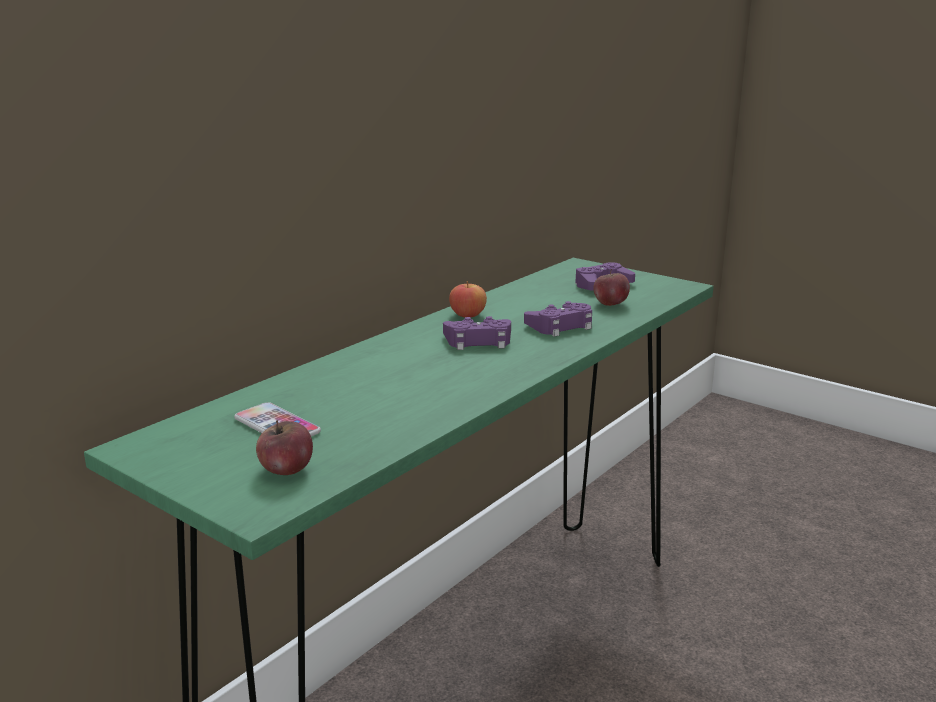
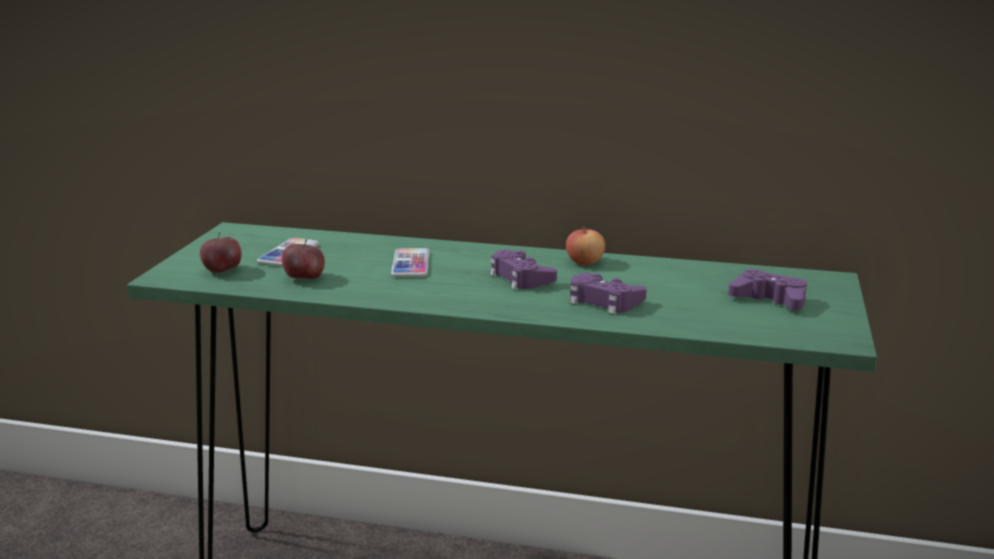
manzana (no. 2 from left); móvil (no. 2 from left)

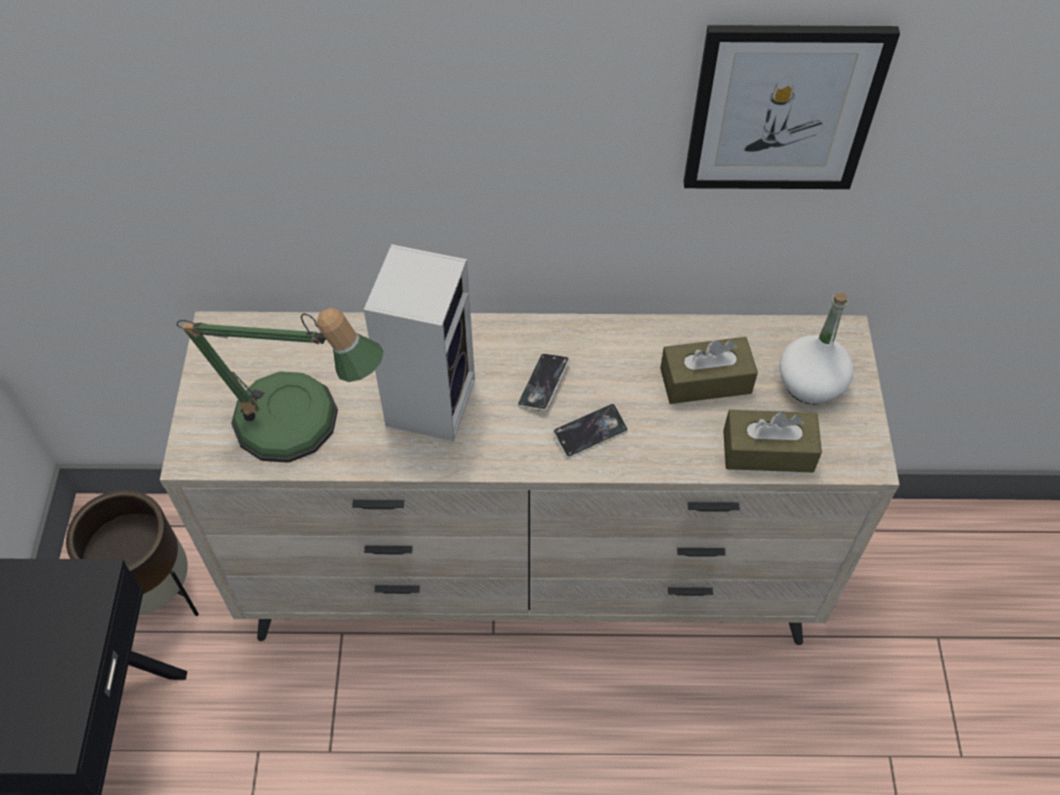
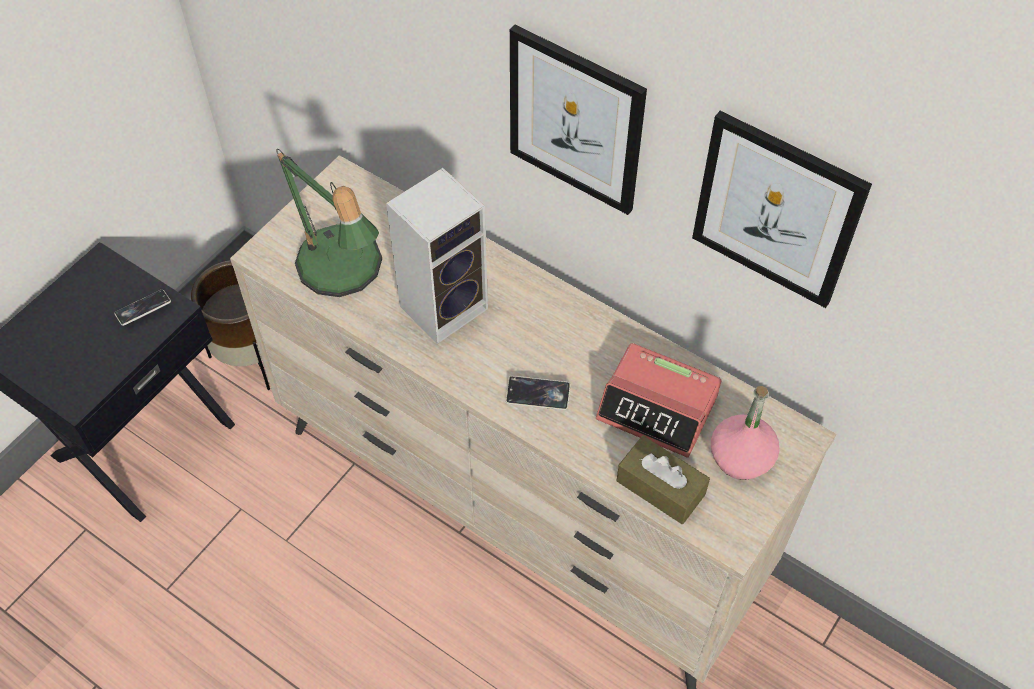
móvil (no. 1 from left); cuadro (no. 1 from left); despertador; botella [rosa]

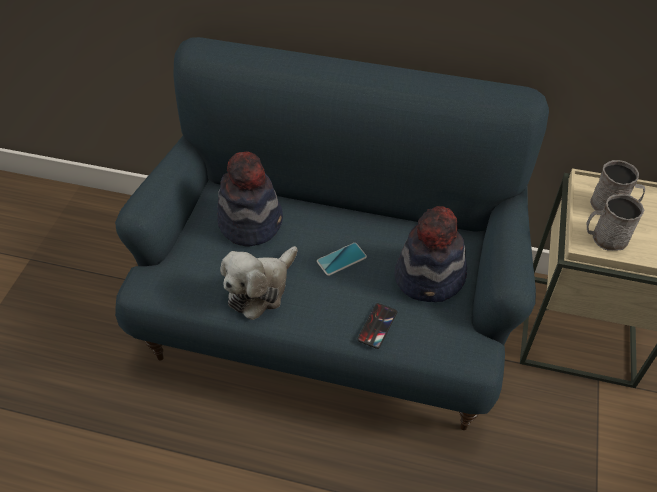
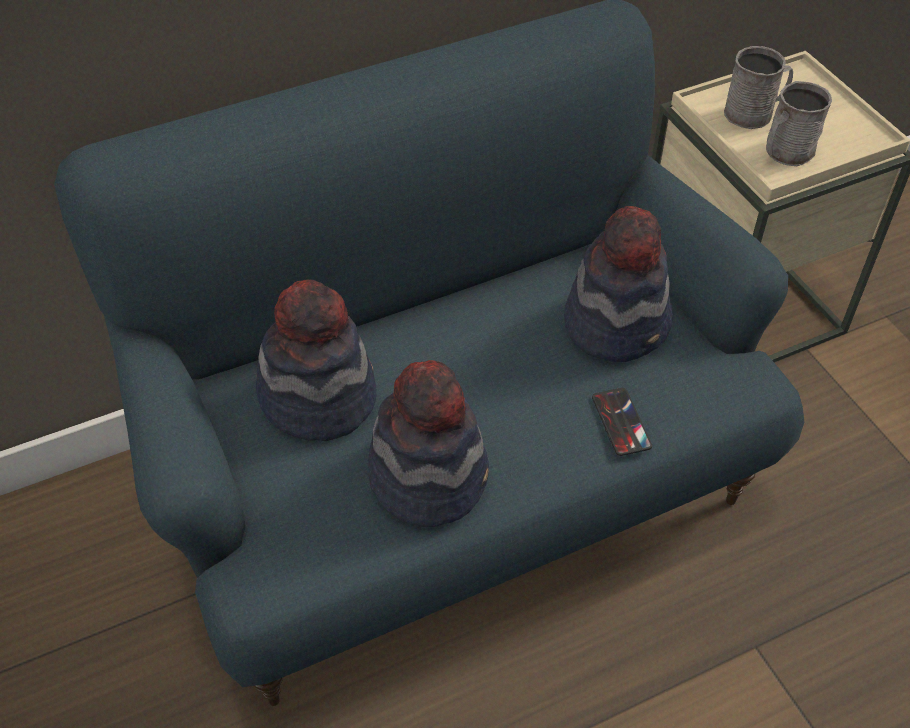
sombrero (no. 2 from left); móvil (no. 1 from left in the first image)

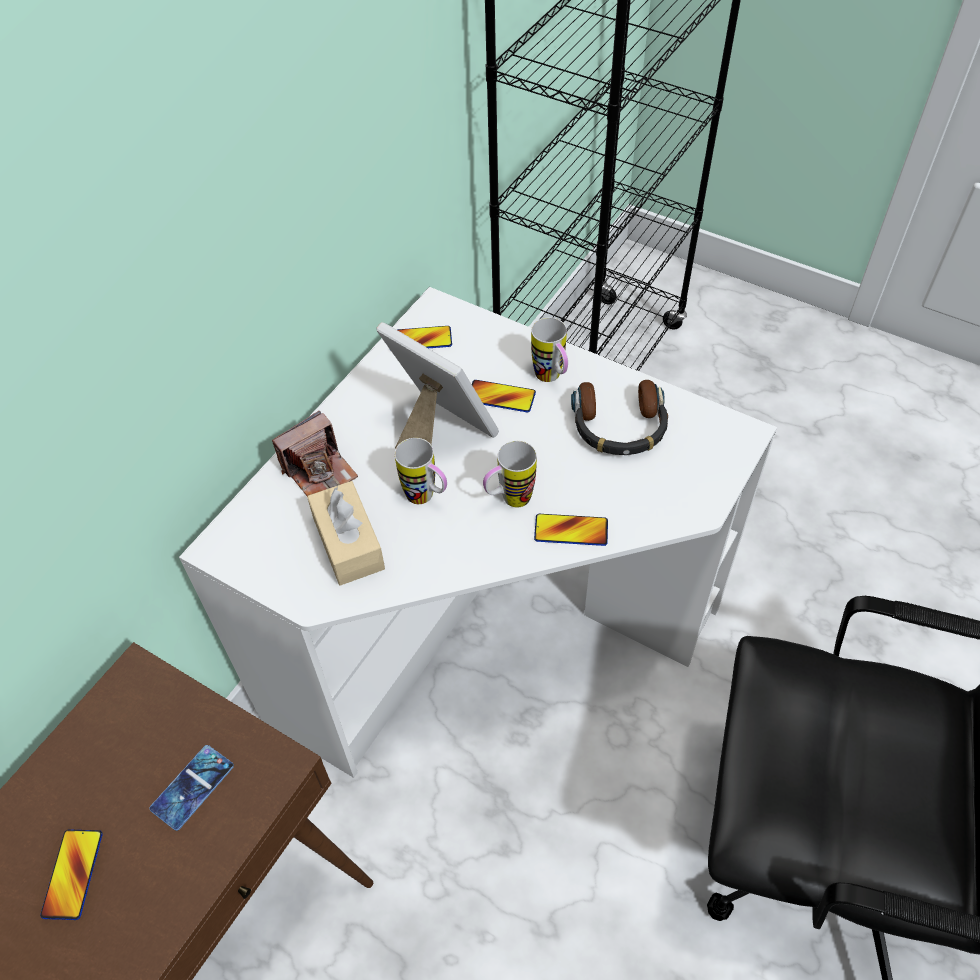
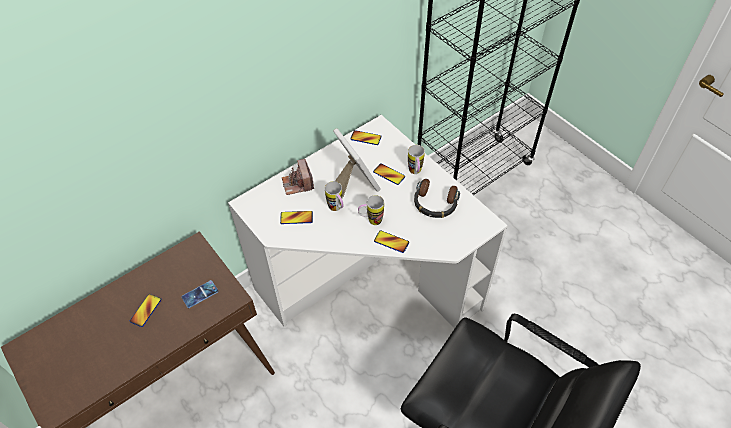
móvil (no. 3 from left); cámara

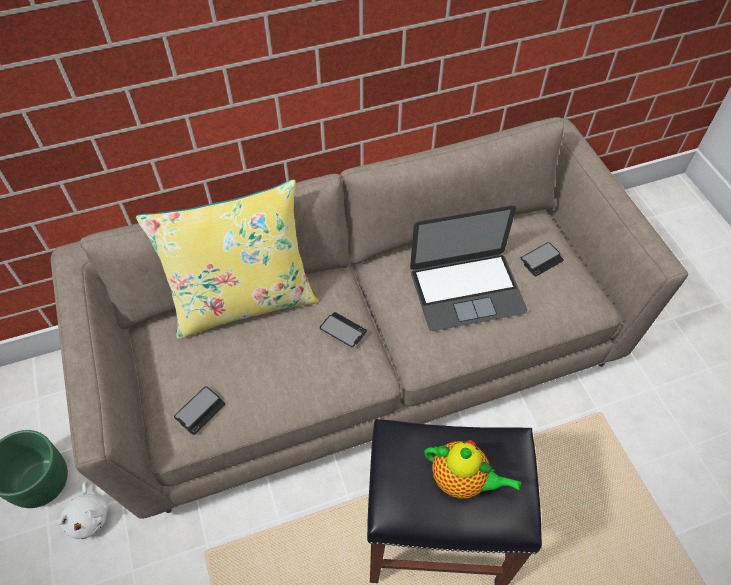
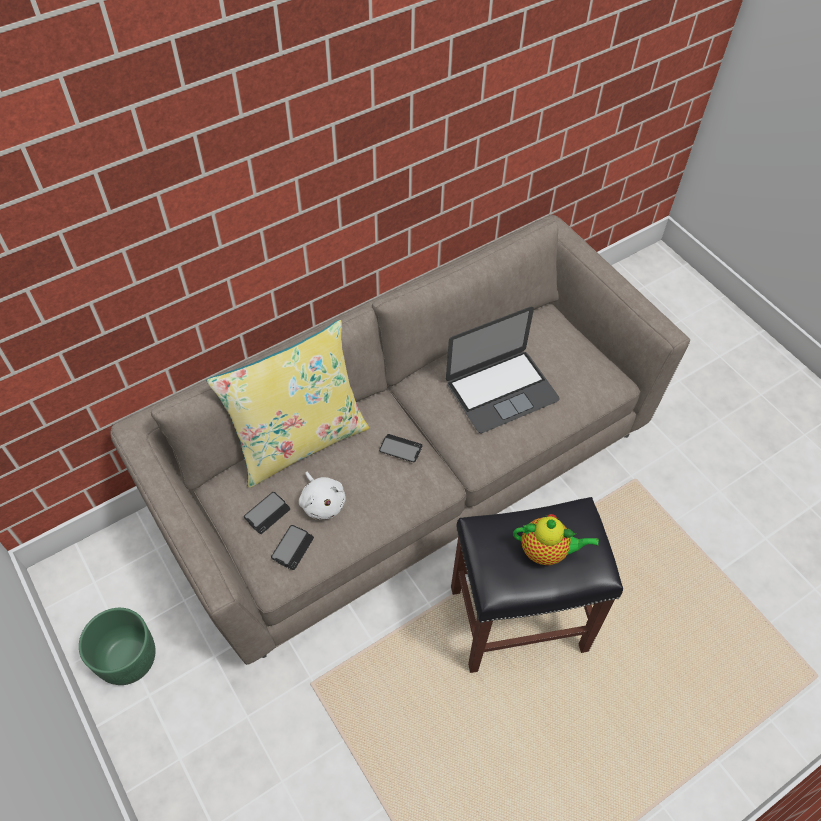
móvil (no. 1 from left); peluche [blanco]

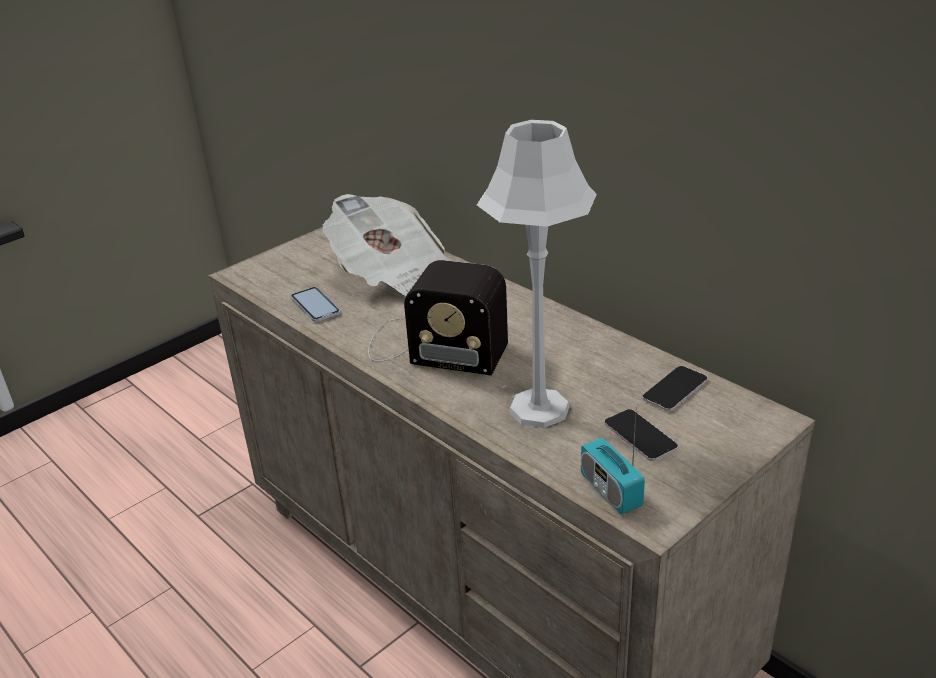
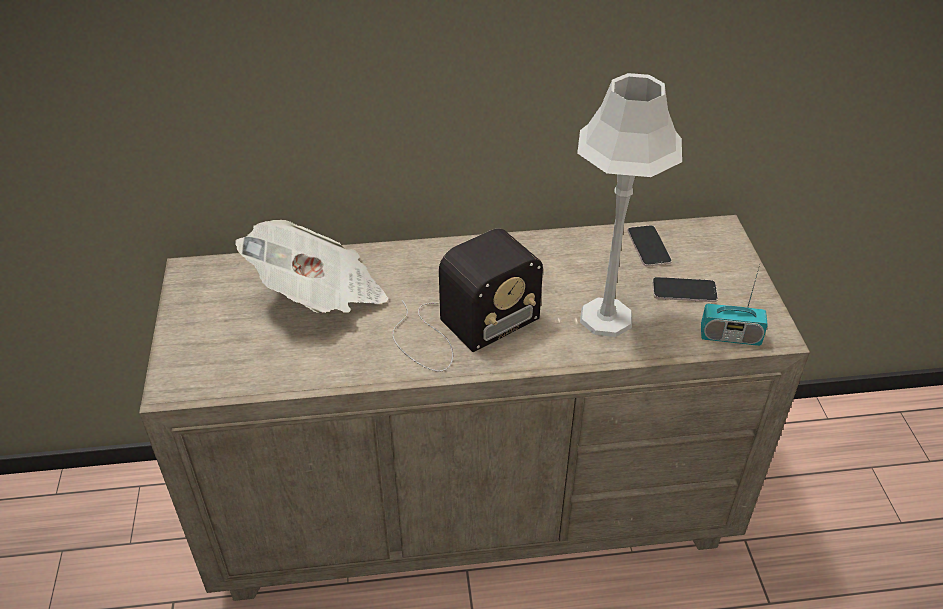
móvil (no. 1 from left in the first image)

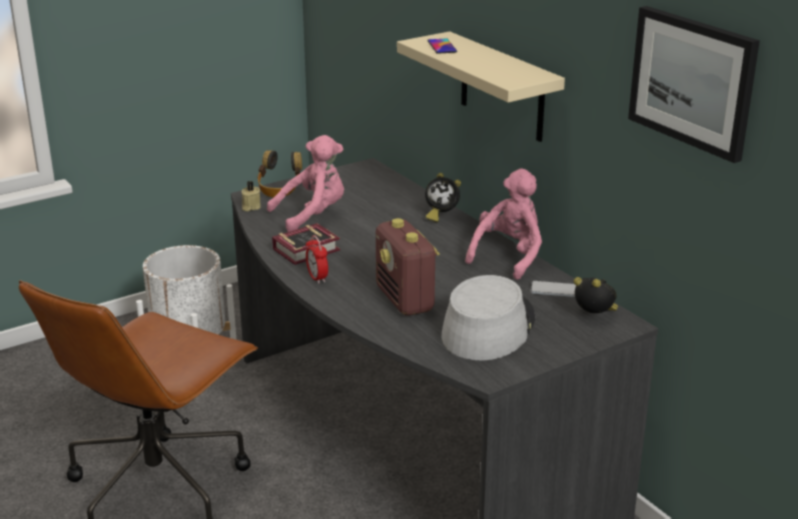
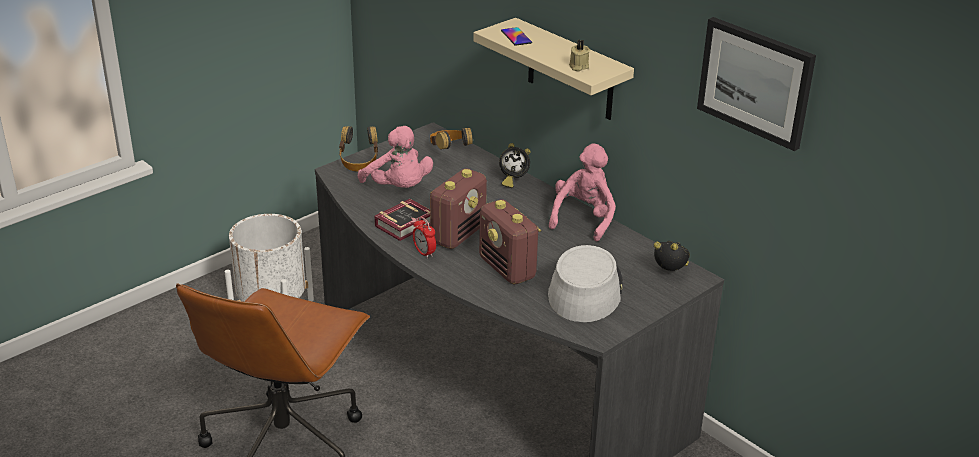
peluche [rosa] (no. 1 from left); auriculares (no. 2 from left); radio (no. 1 from left); vela [beis]; móvil (no. 2 from left in the first image)

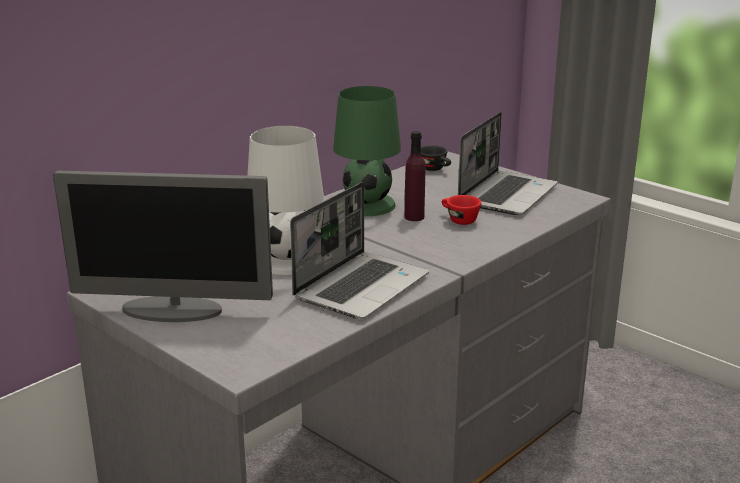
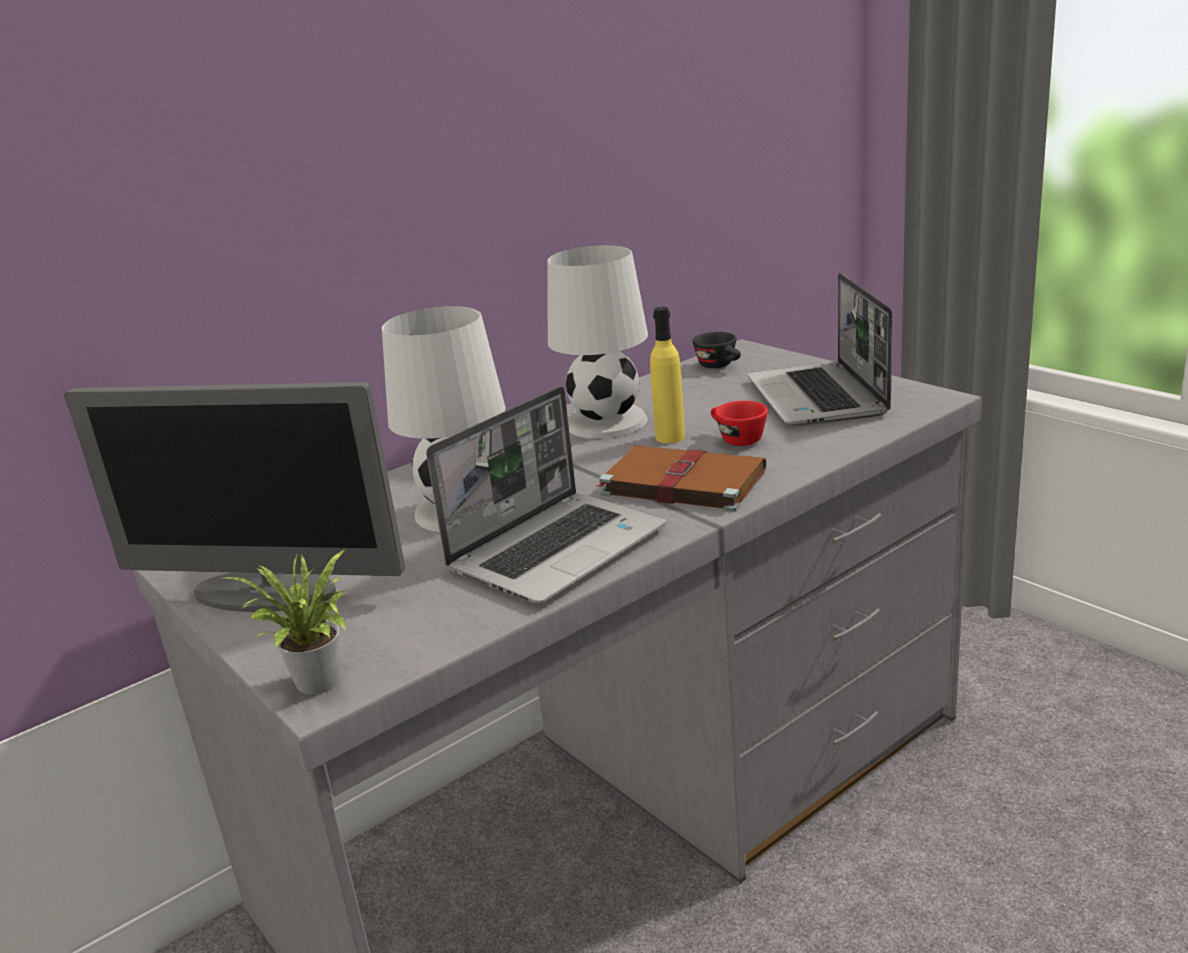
planta en maceta; lámpara de mesa [blanco] (no. 2 from left); libro [marrón]; botella [amarillo]; portátil (no. 2 from left)

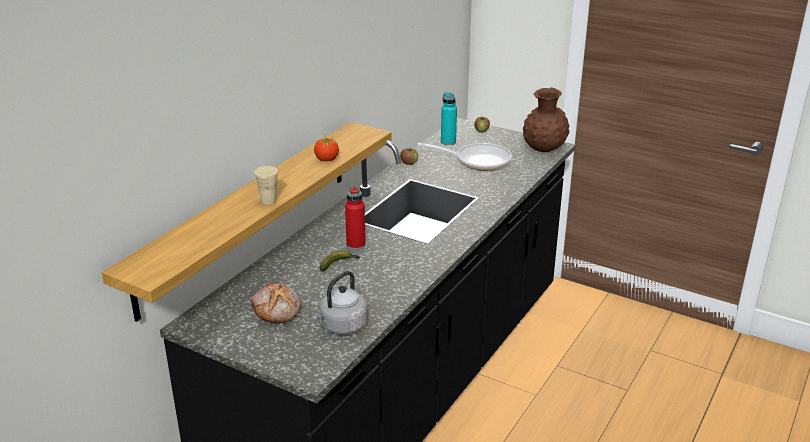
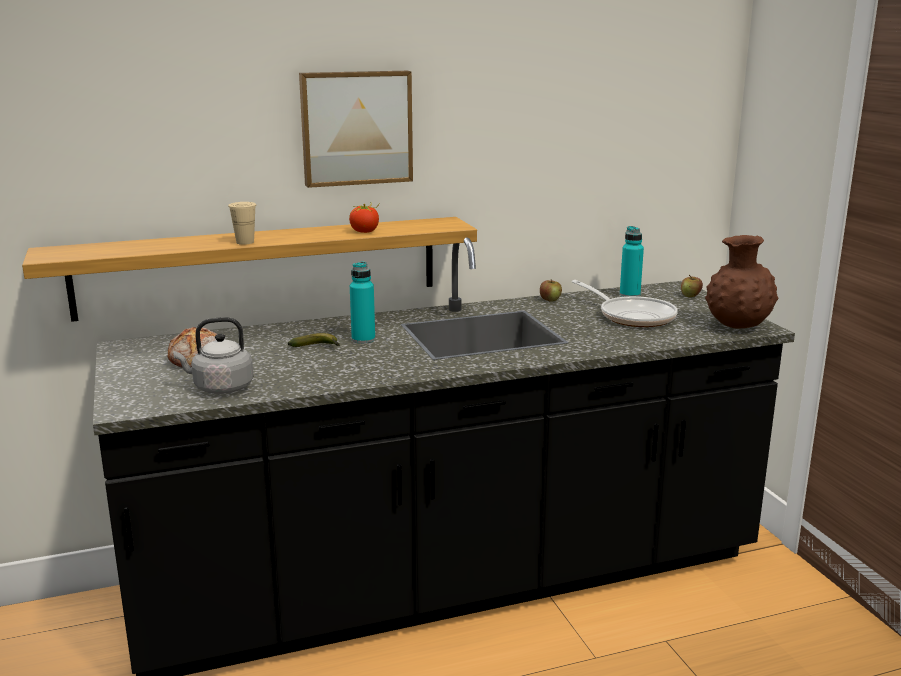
cuadro; botella [turquesa] (no. 1 from left)

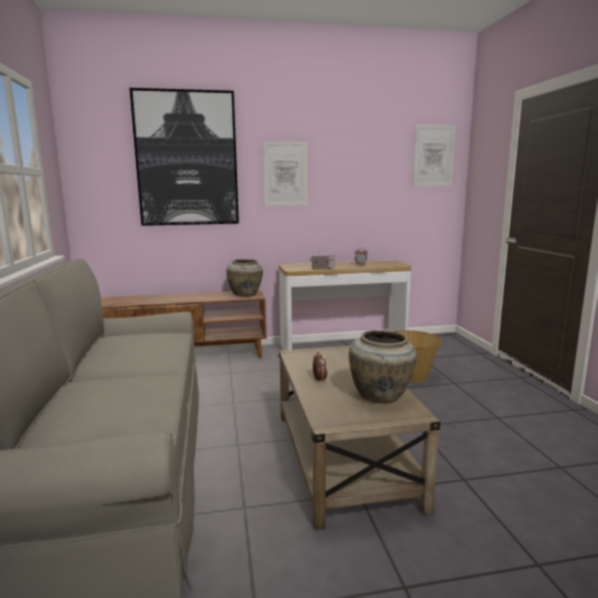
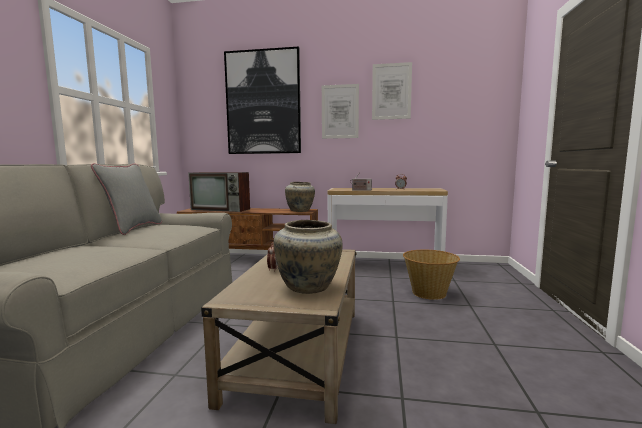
cojín [gris]; televisor; cuadro (no. 3 from left)

